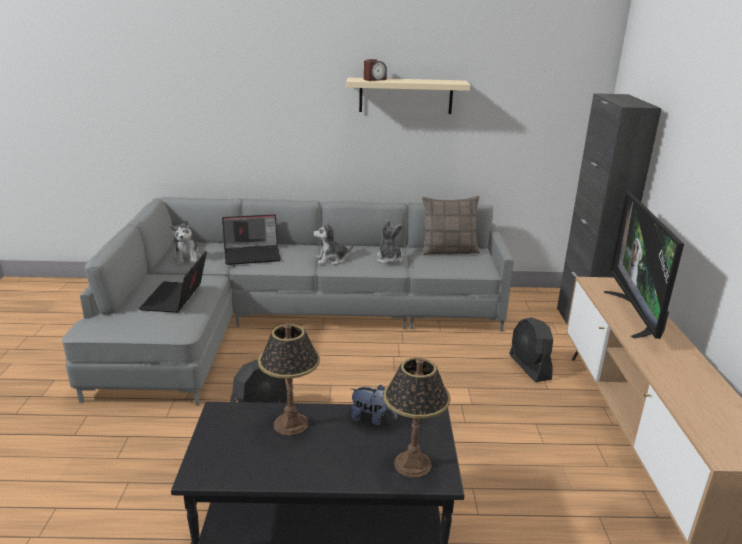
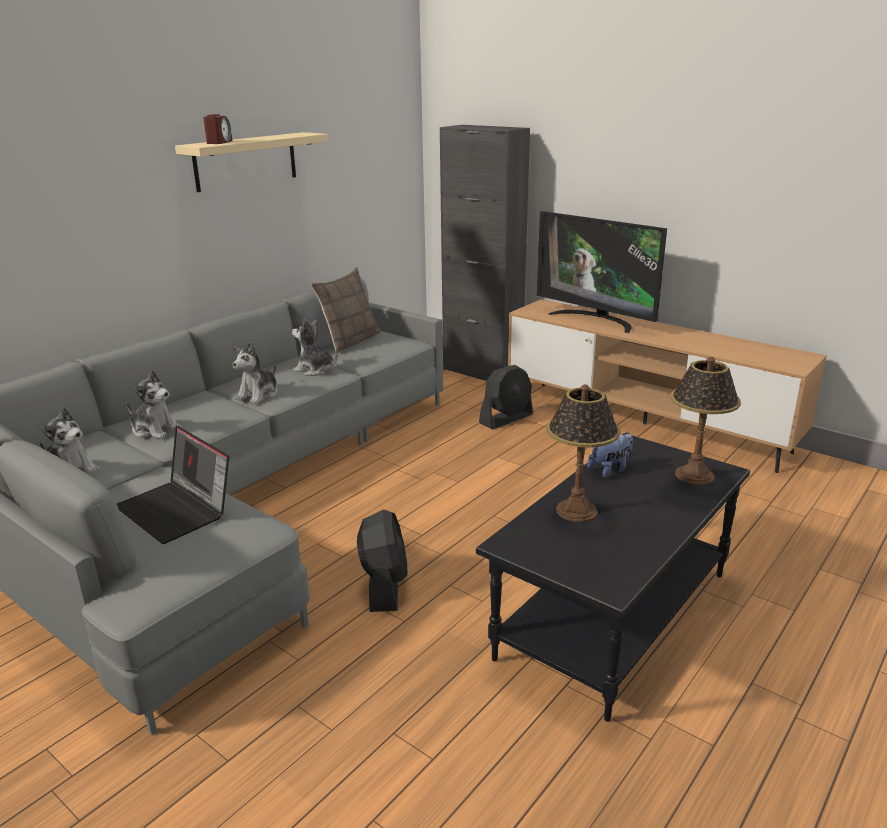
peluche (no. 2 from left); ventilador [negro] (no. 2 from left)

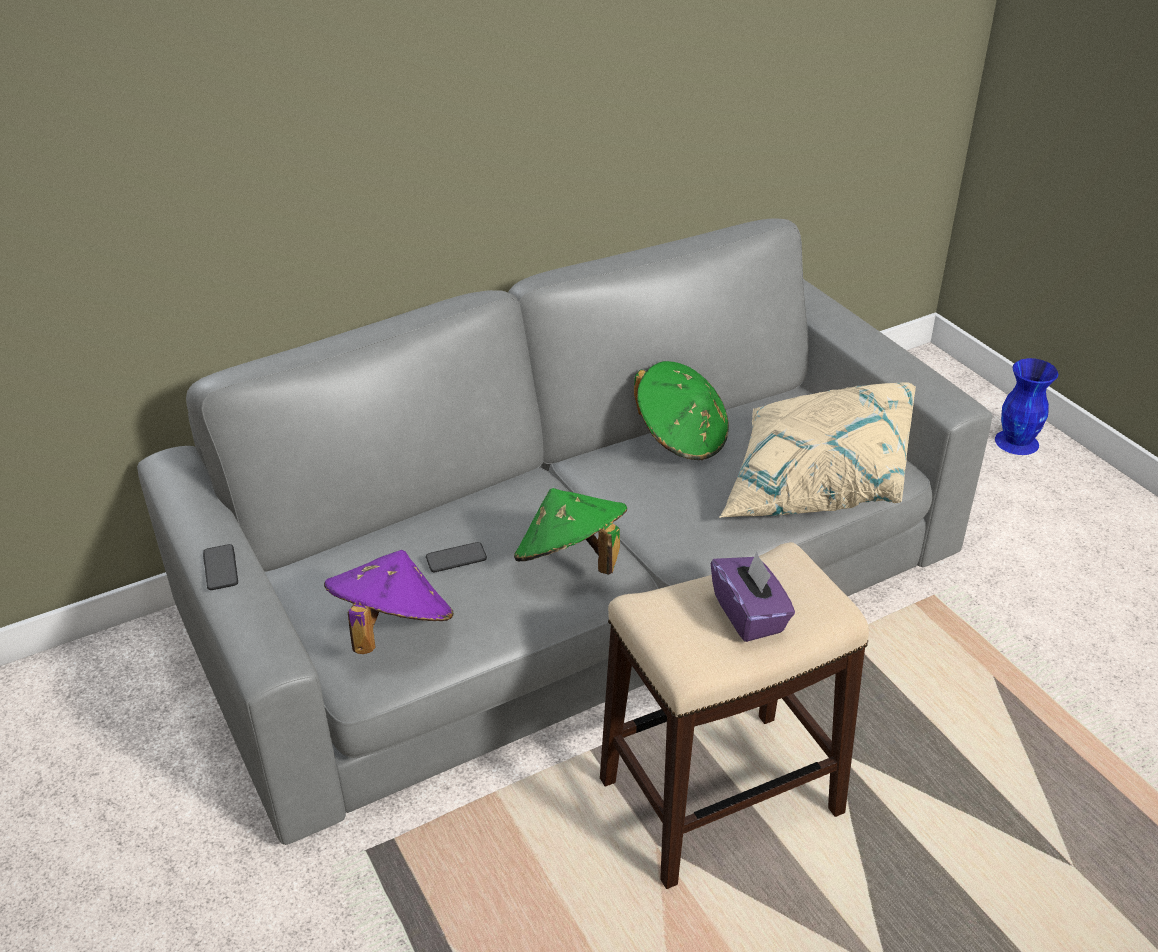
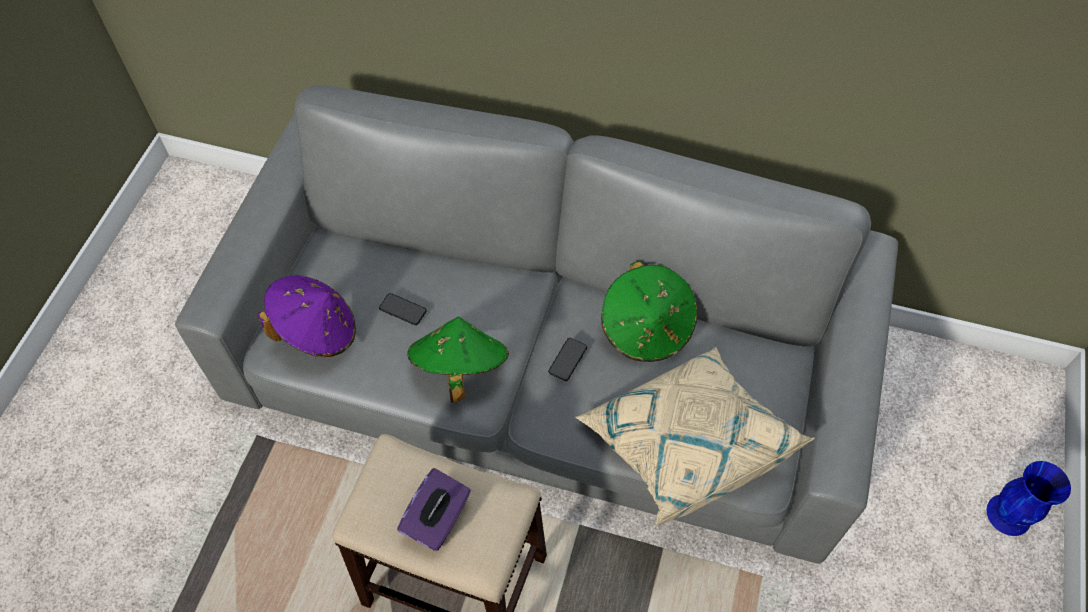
móvil (no. 2 from left)

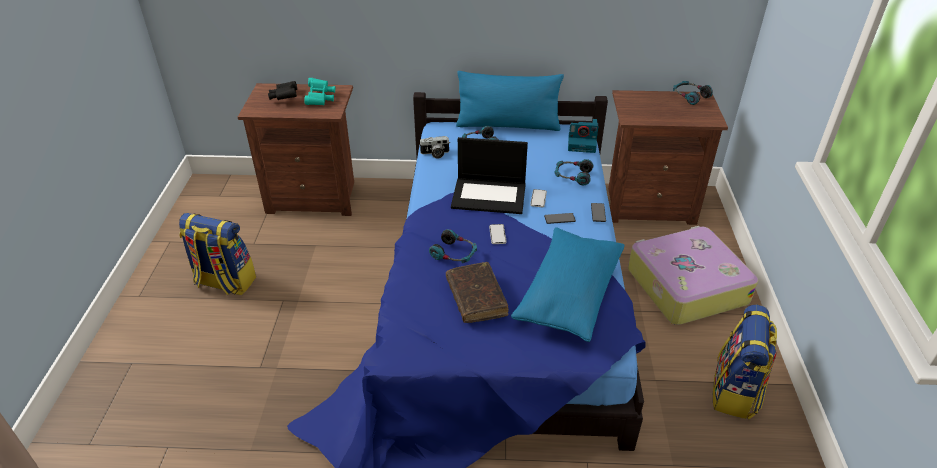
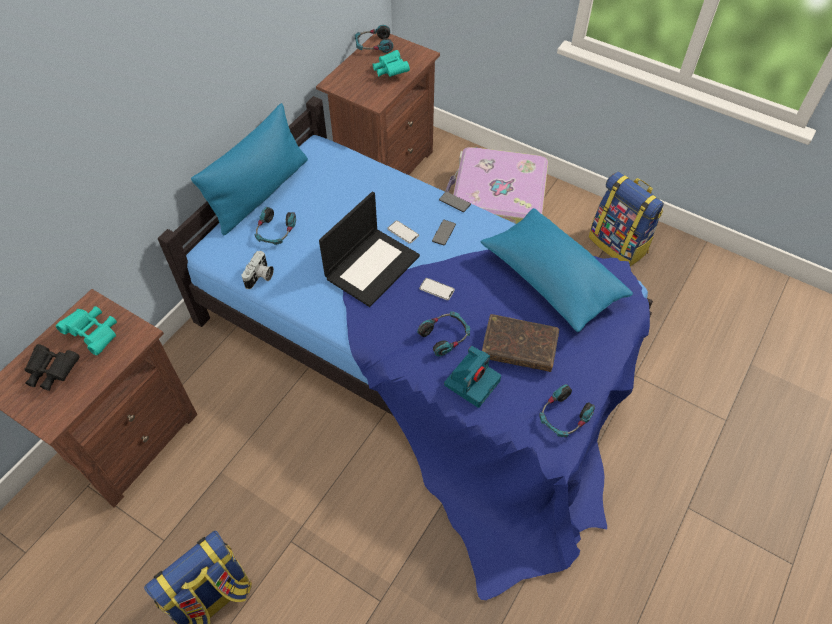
prismáticos [turquesa] (no. 2 from left); cámara (no. 2 from left); auriculares (no. 4 from left)

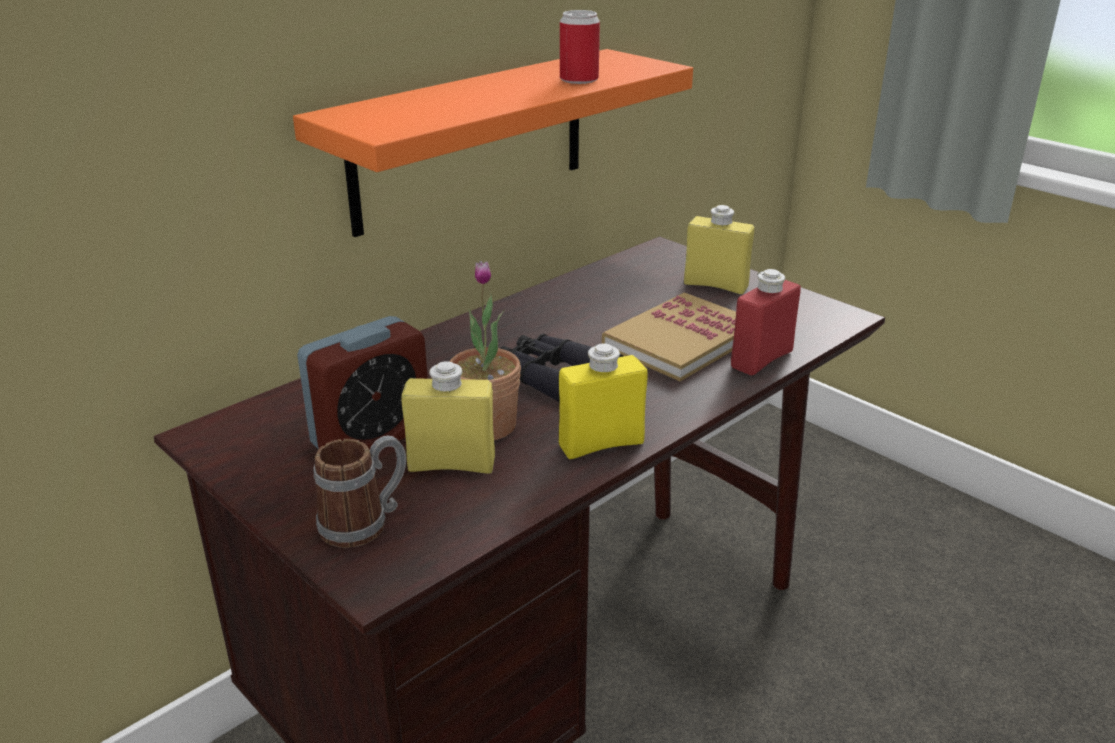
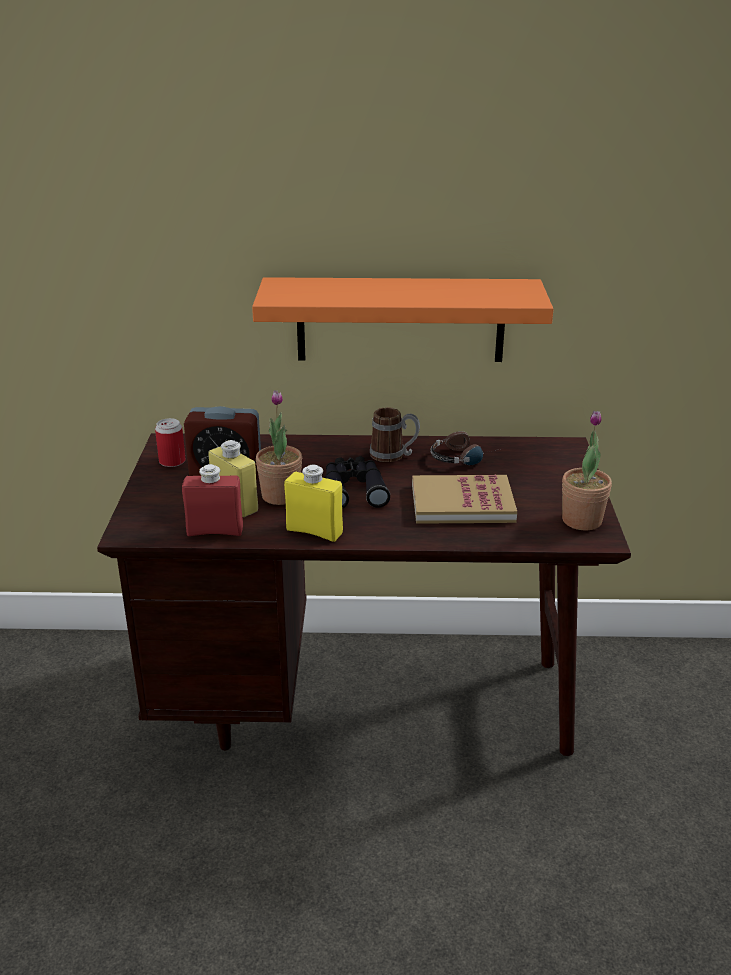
lata; botella [rojo]; taza grande; auriculares; planta en maceta (no. 2 from left); botella [amarillo] (no. 3 from left in the first image)

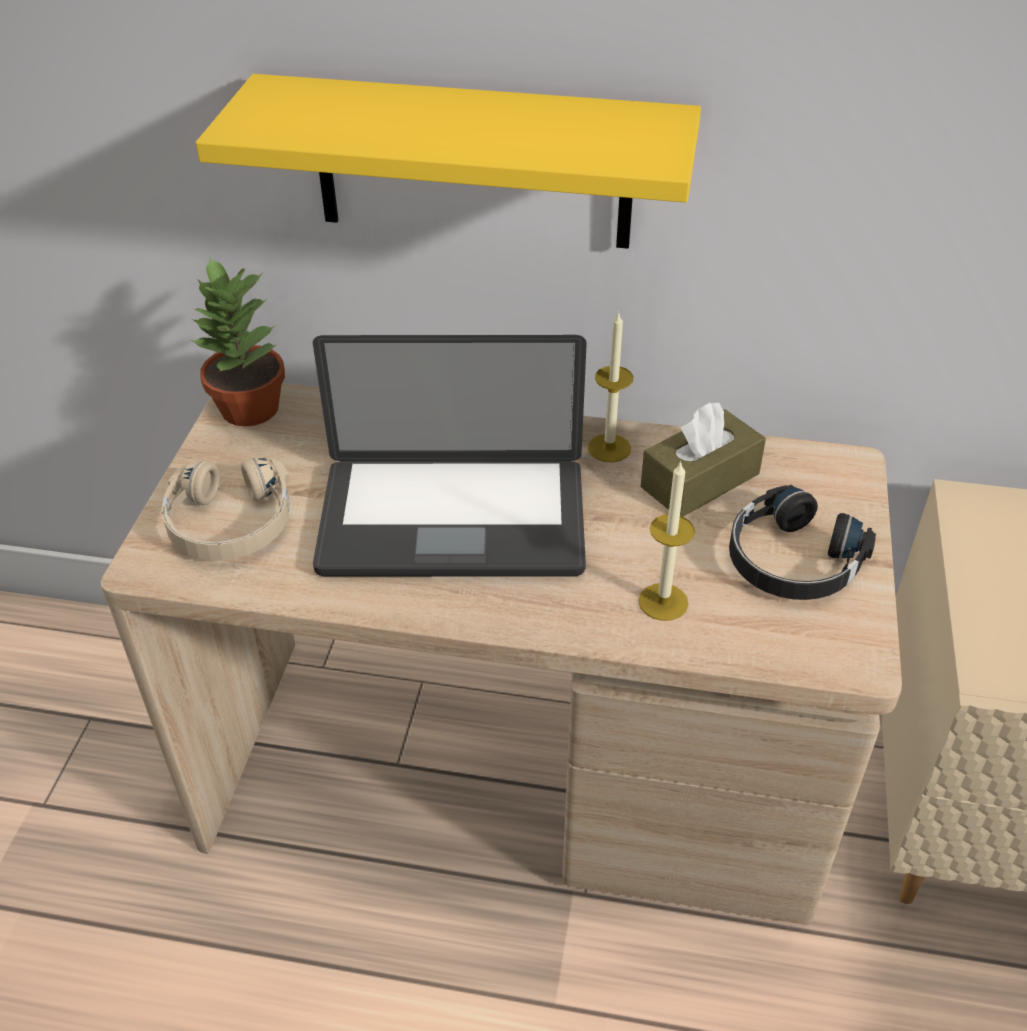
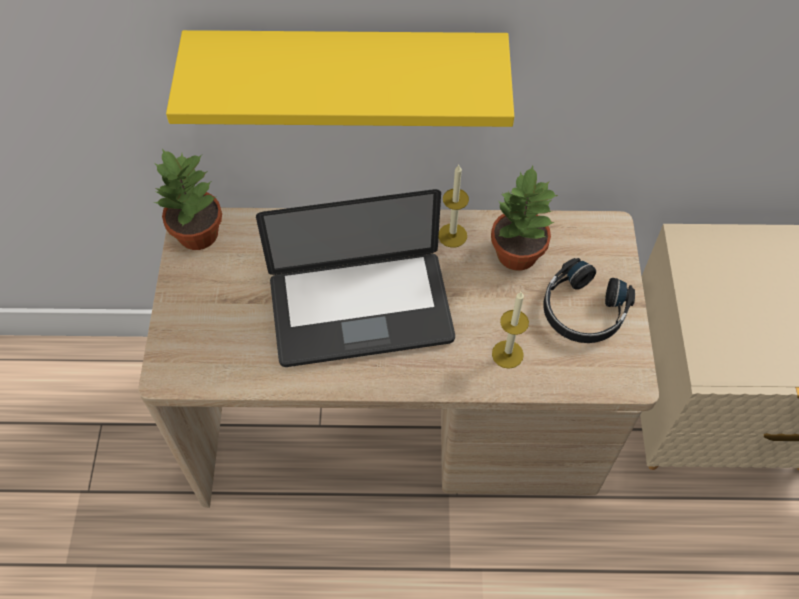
planta en maceta (no. 2 from left); auriculares [beis]

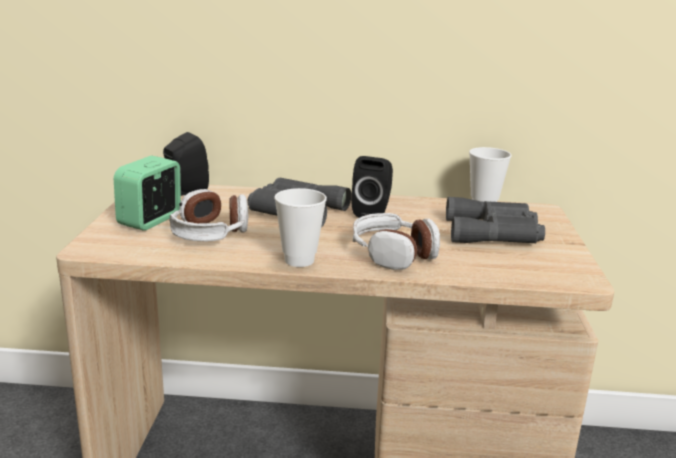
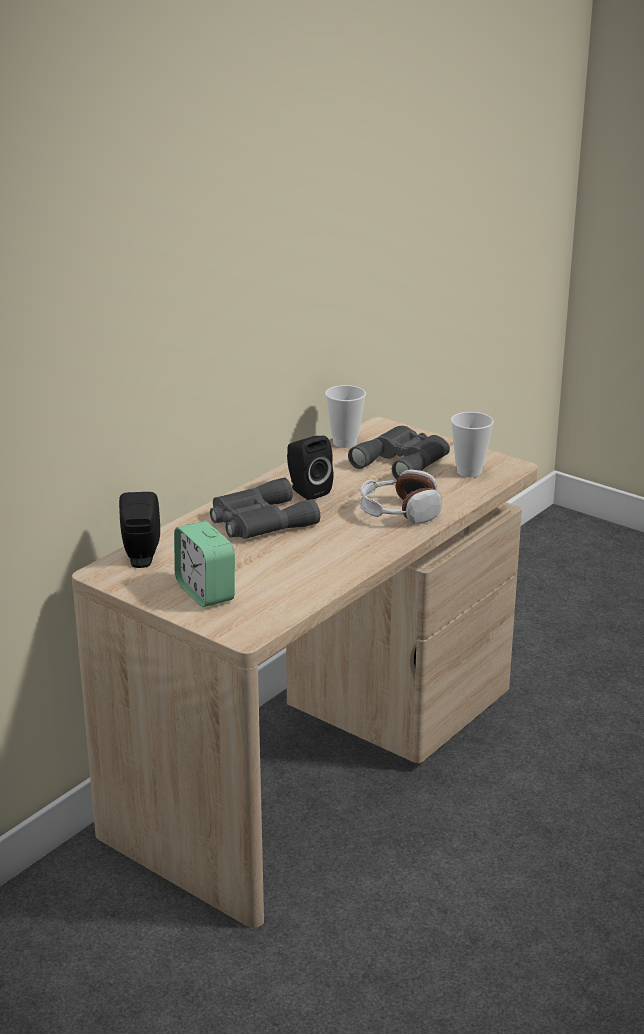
taza (no. 2 from left); auriculares (no. 1 from left in the first image)

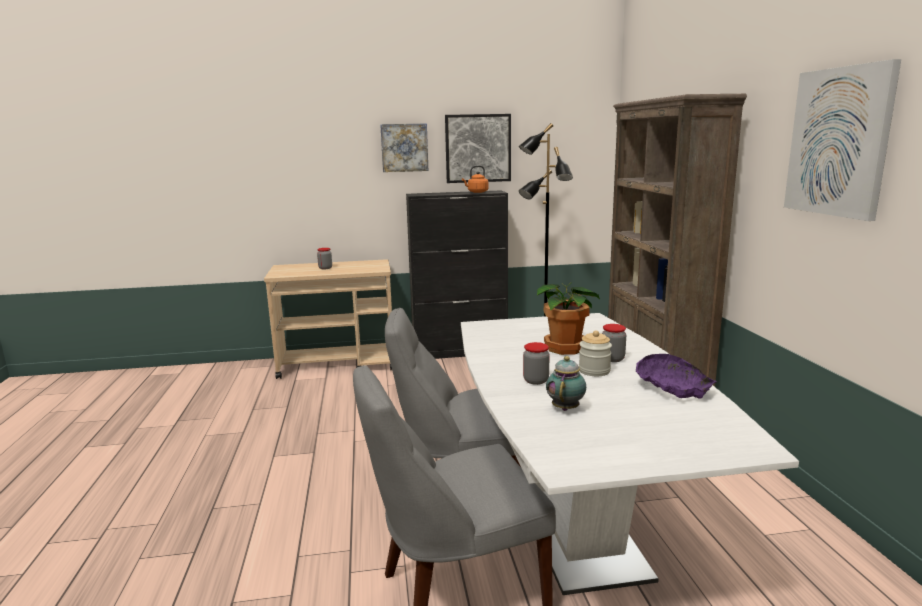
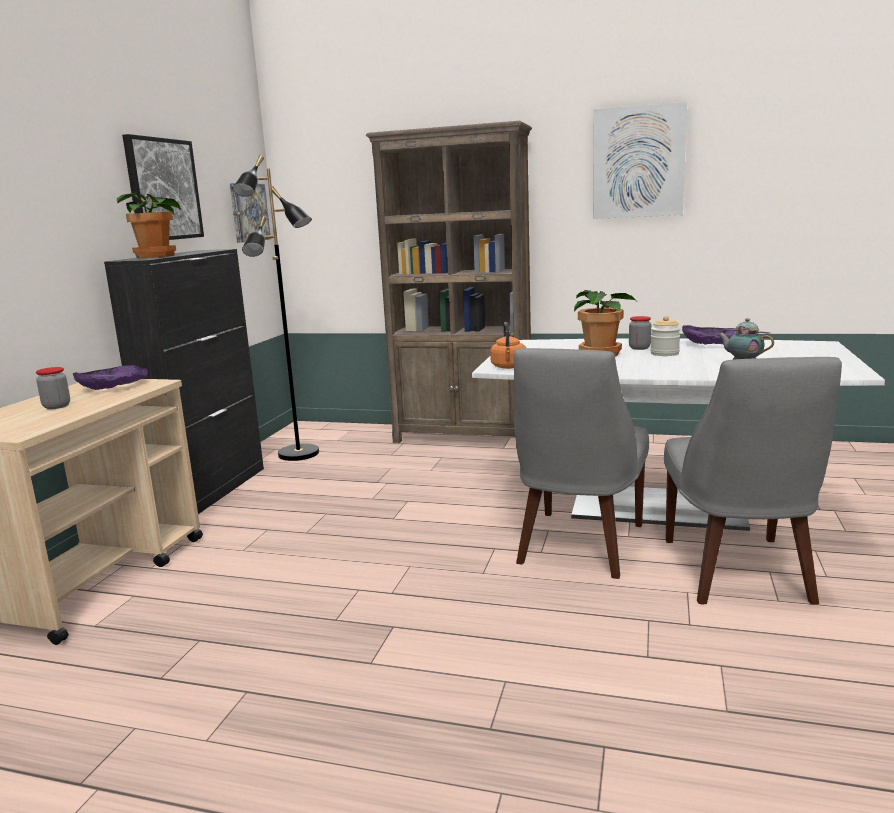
cuenco [morado] (no. 1 from left); planta en maceta (no. 1 from left); cuadro (no. 2 from left); hervidor [naranja]; tarro (no. 2 from left in the first image)

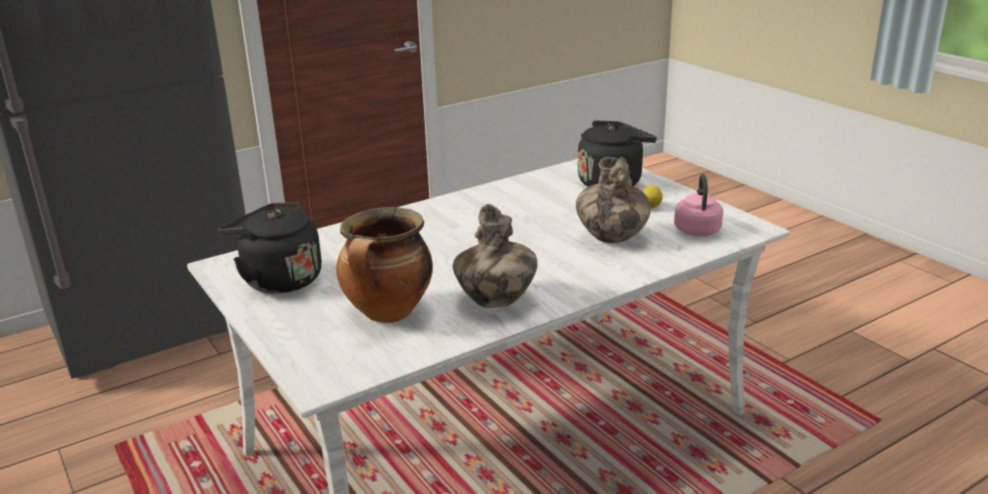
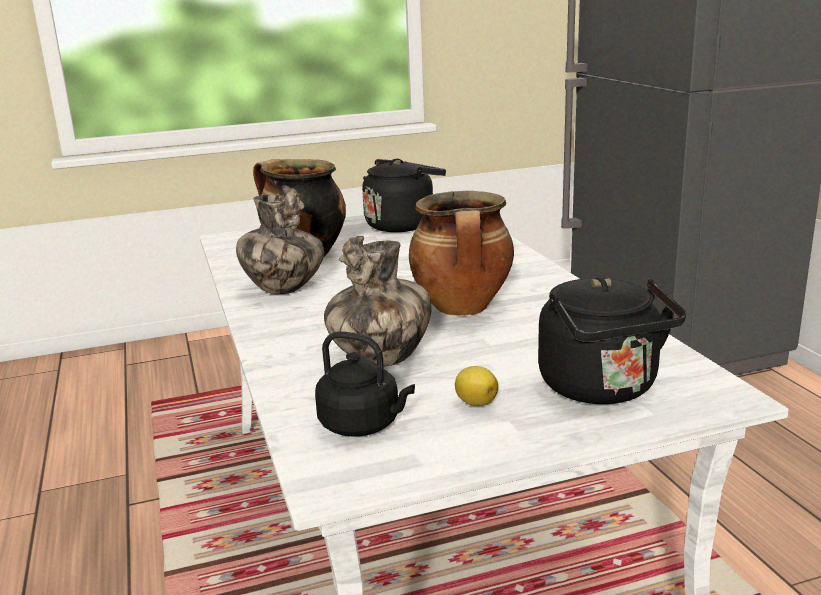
hervidor [negro] (no. 1 from left); olla (no. 2 from left)

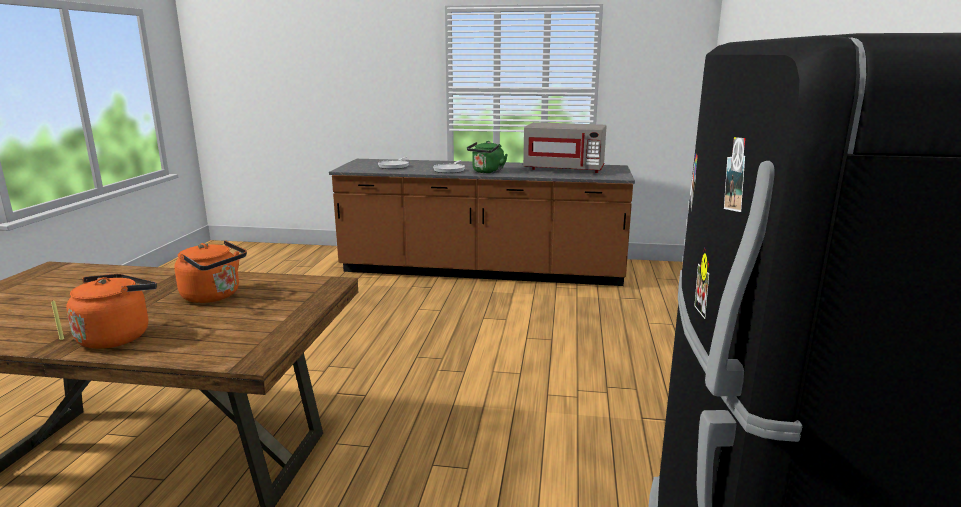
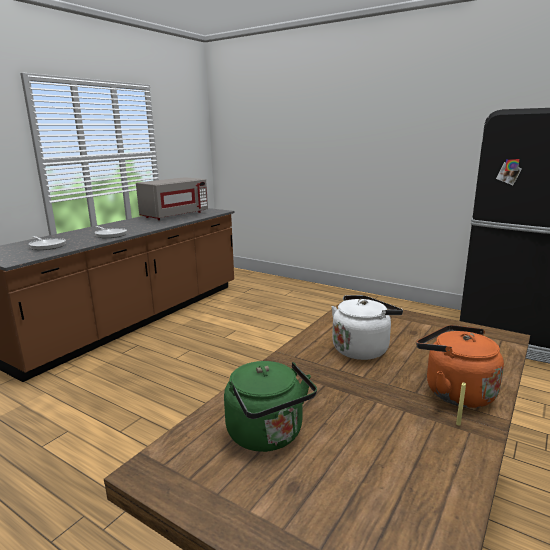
hervidor [verde]; hervidor [blanco]

